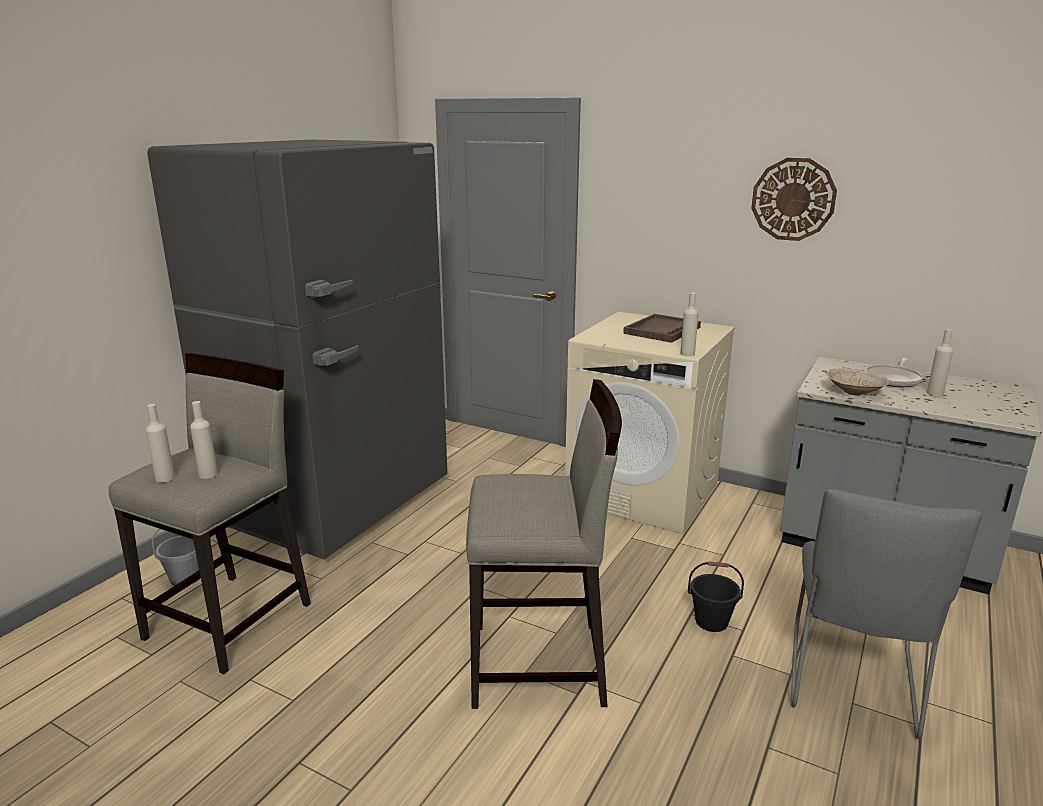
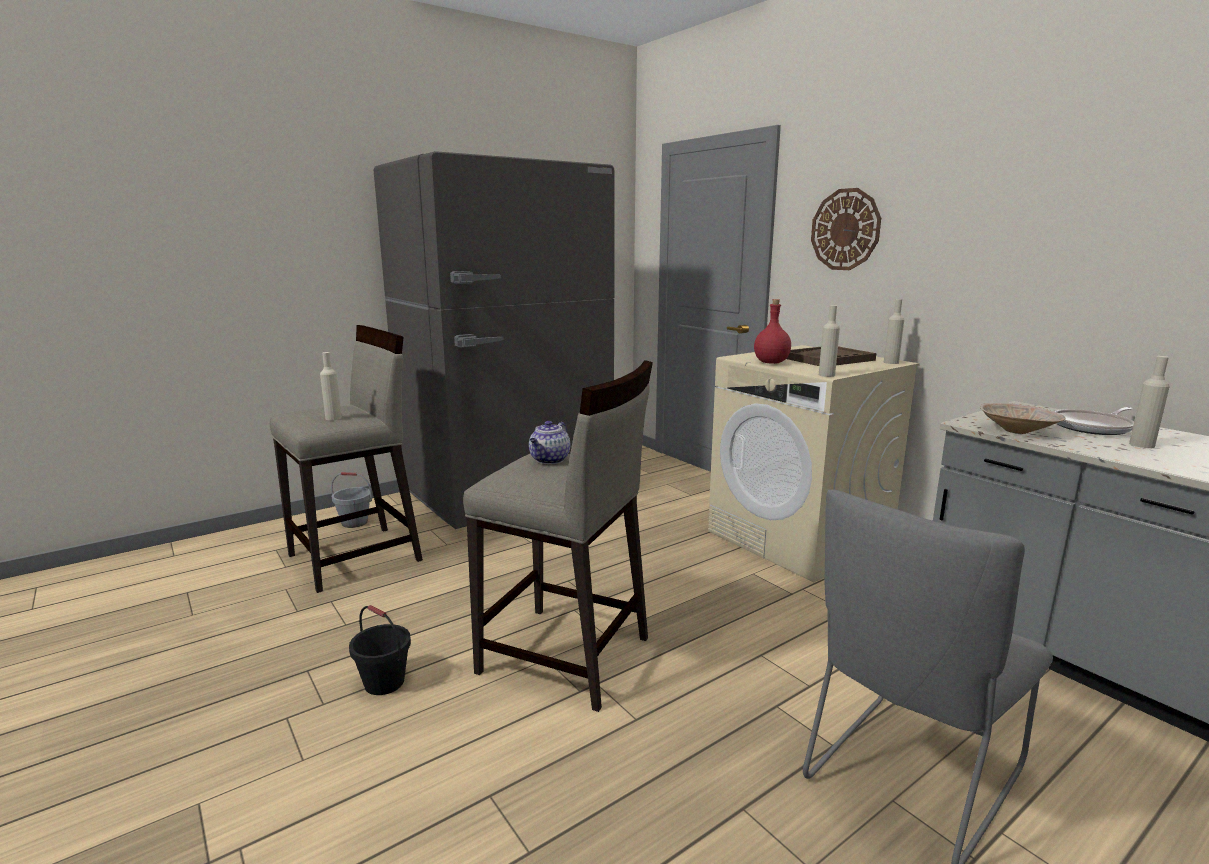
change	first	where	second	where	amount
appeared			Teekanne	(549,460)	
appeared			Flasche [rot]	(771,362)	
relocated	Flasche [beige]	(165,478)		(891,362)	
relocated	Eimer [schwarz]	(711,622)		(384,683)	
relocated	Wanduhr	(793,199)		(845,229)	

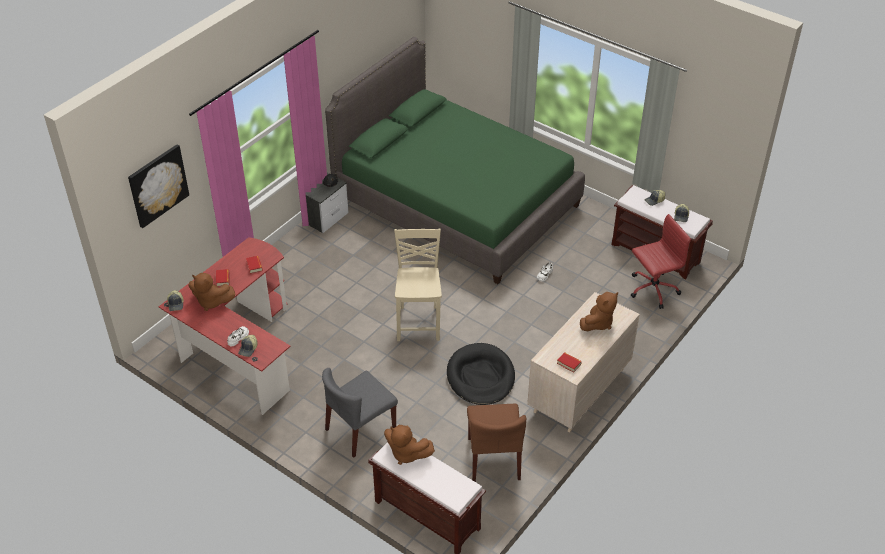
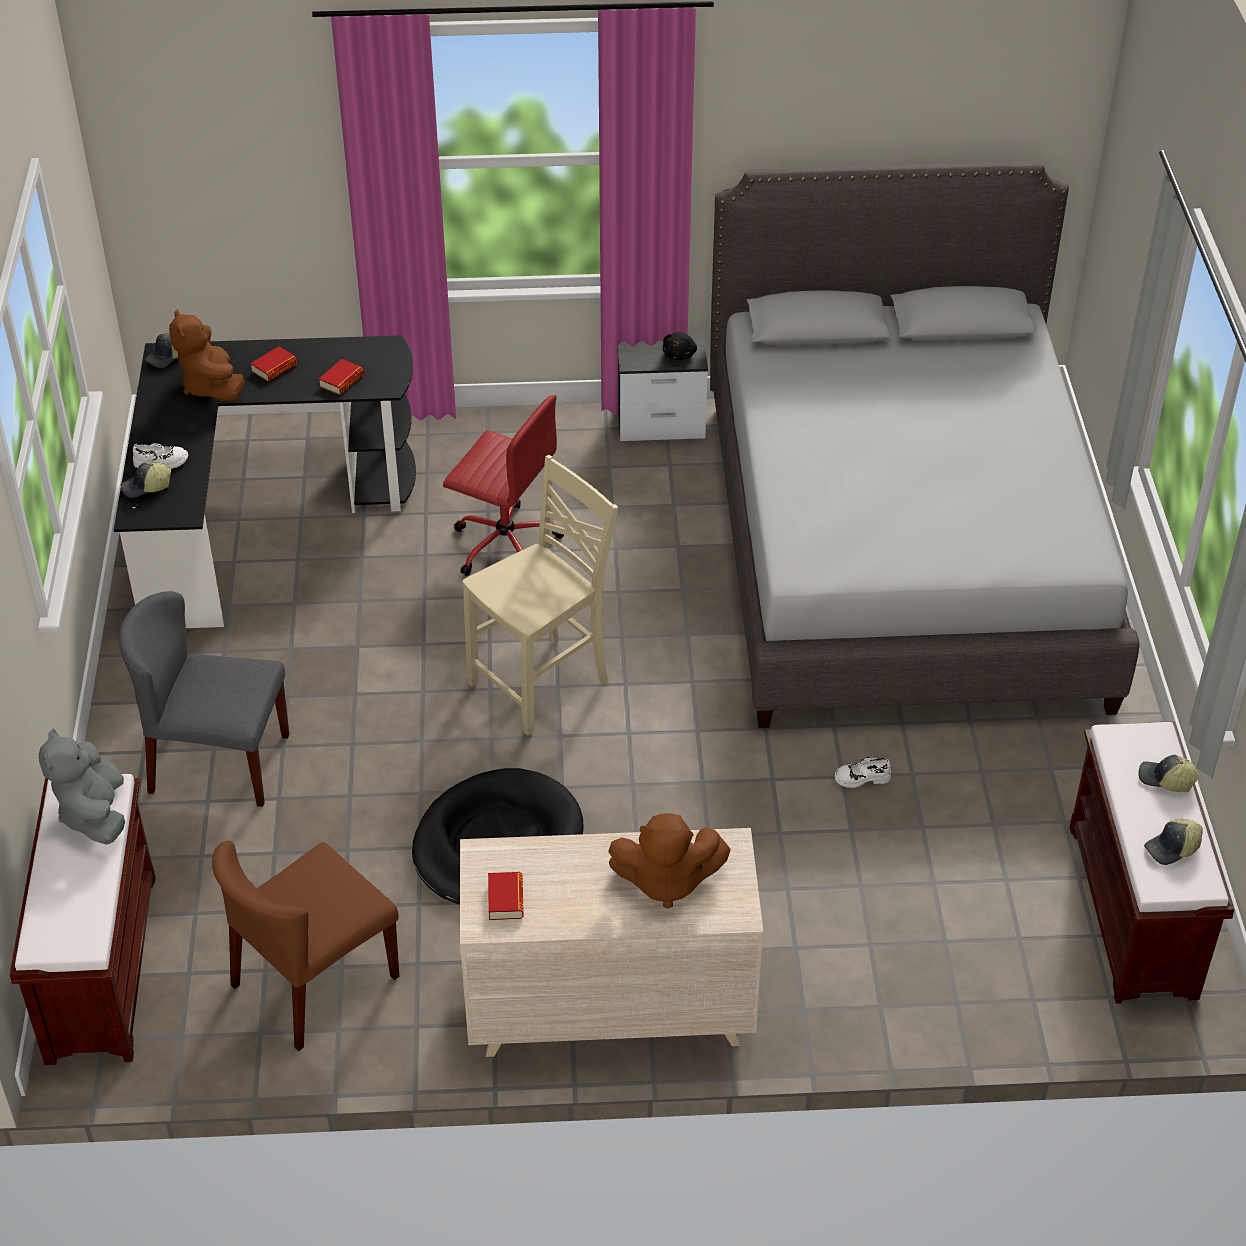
change	first	where	second	where	amount
missing	Bild	(158,185)			
relocated	Bürostuhl [rot]	(652,289)		(504,543)	
colour	Schreibtisch [rot]	(238,348)	Schreibtisch [schwarz]	(255,515)	
colour	Bett [grün]	(456,203)	Bett [grau]	(902,548)	
colour	Plüschtier [braun]	(406,453)	Plüschtier [grau]	(94,815)	

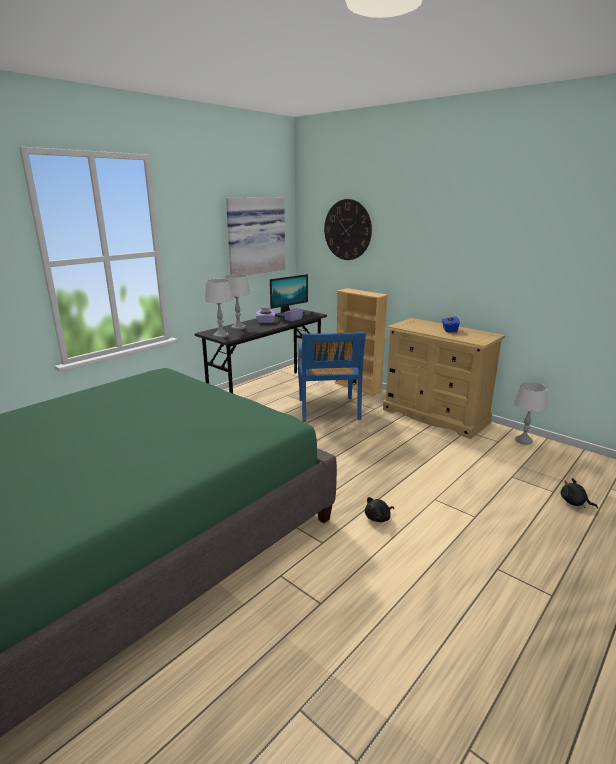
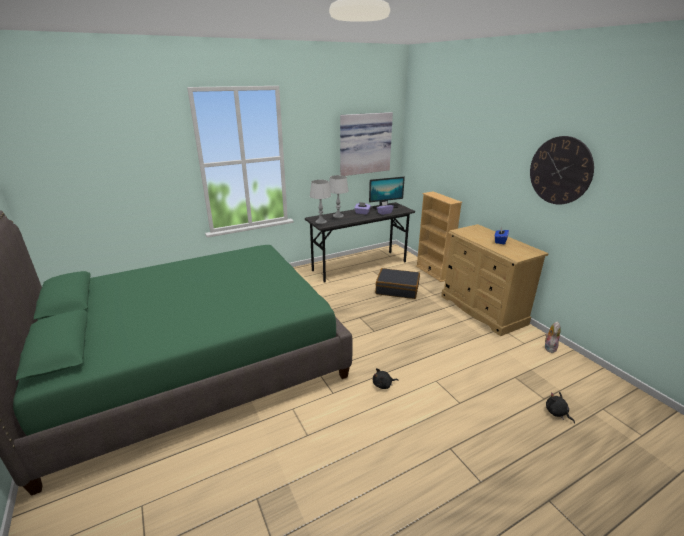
change	first	where	second	where	amount
relocated	Wanduhr	(347,230)		(560,170)	
exchanged	Stuhl [blau]	(328,410)	Koffer [schwarz]	(397,289)	
exchanged	Tischlampe [grau]	(524,440)	Plüschtier	(549,347)	

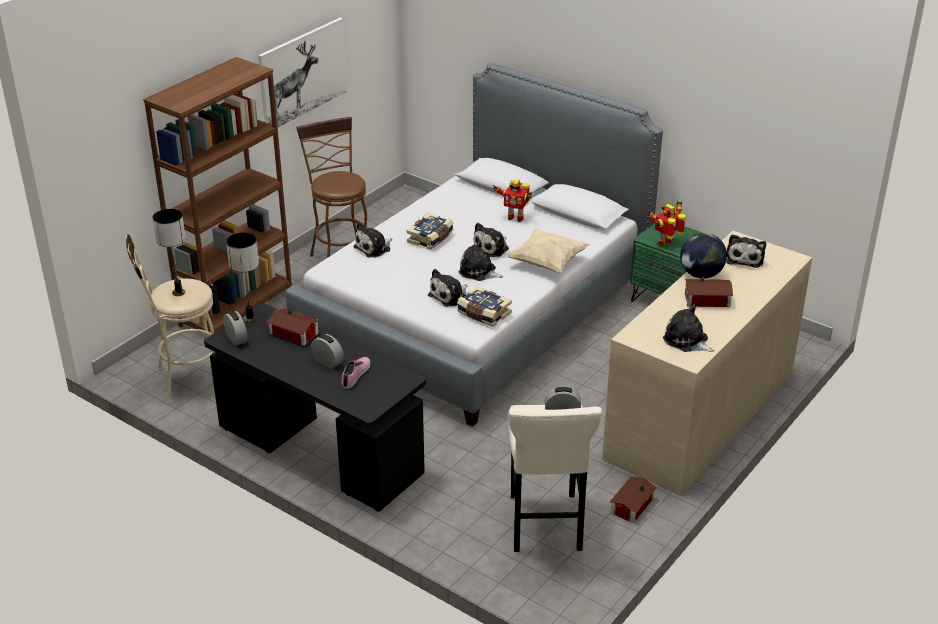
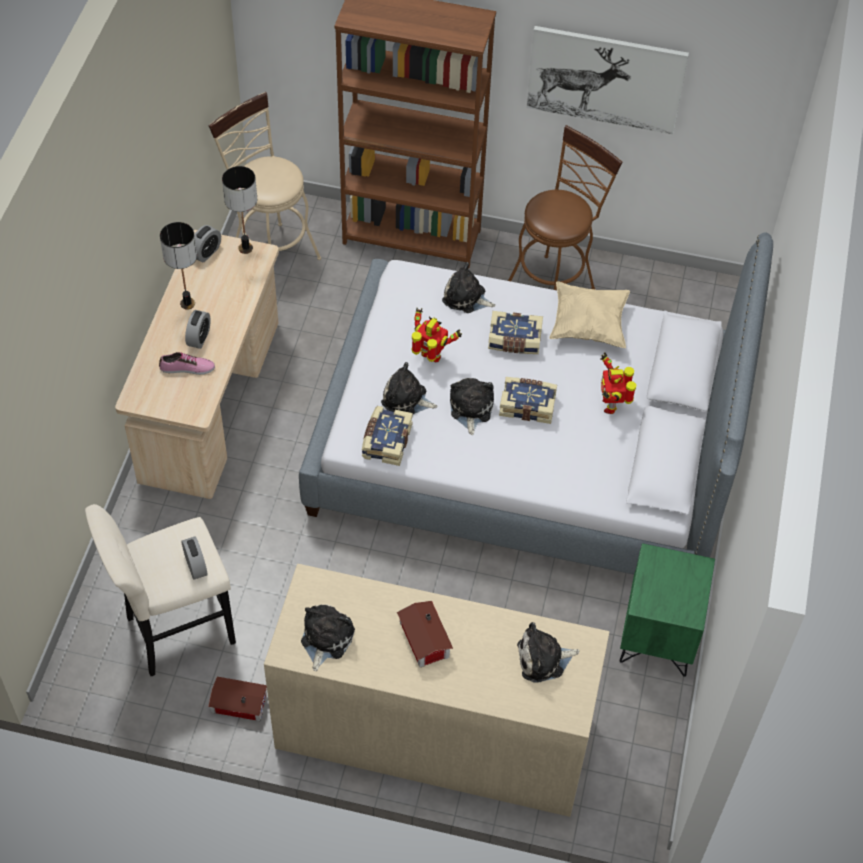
change	first	where	second	where	amount
missing	Spielzeughaus	(294,334)			
missing	Globus	(701,274)			
relocated	Tischlampe	(178,293)		(187,304)	
relocated	Kissen [beige]	(547,262)		(588,325)	
relocated	Spielzeugroboter	(666,243)		(430,357)	
exchanged	Plüschtier	(492,248)	Buch	(527,404)	
colour	Schreibtisch [schwarz]	(319,452)	Schreibtisch [beige]	(210,402)	

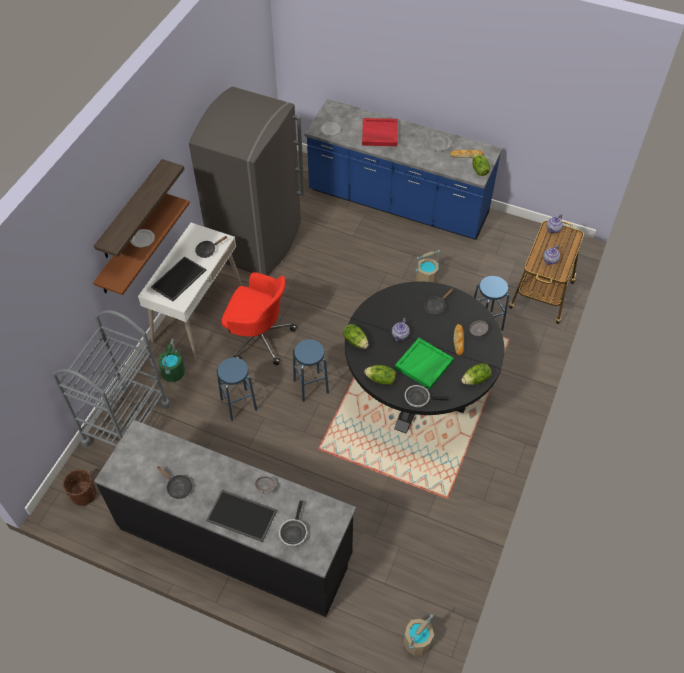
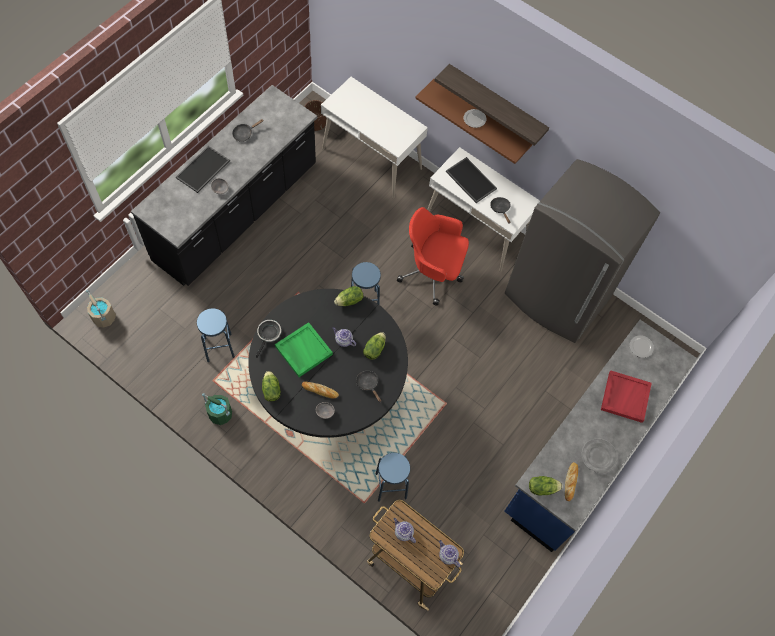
change	first	where	second	where	amount
missing	Pfanne	(293,532)			
missing	Eimer [beige]	(426,280)			
relocated	Eimer [grün]	(173,373)		(220,414)	
relocated	Hocker [blau]	(238,404)		(219,347)	
relocated	Salatkopf	(381,379)		(374,349)	
exchanged	Rollwagen [grau]	(126,423)	Schreibtisch [weiß]	(372,159)	
spun	Bürostuhl [rot]	(258,337)		(433,272)	75 degrees clockwise

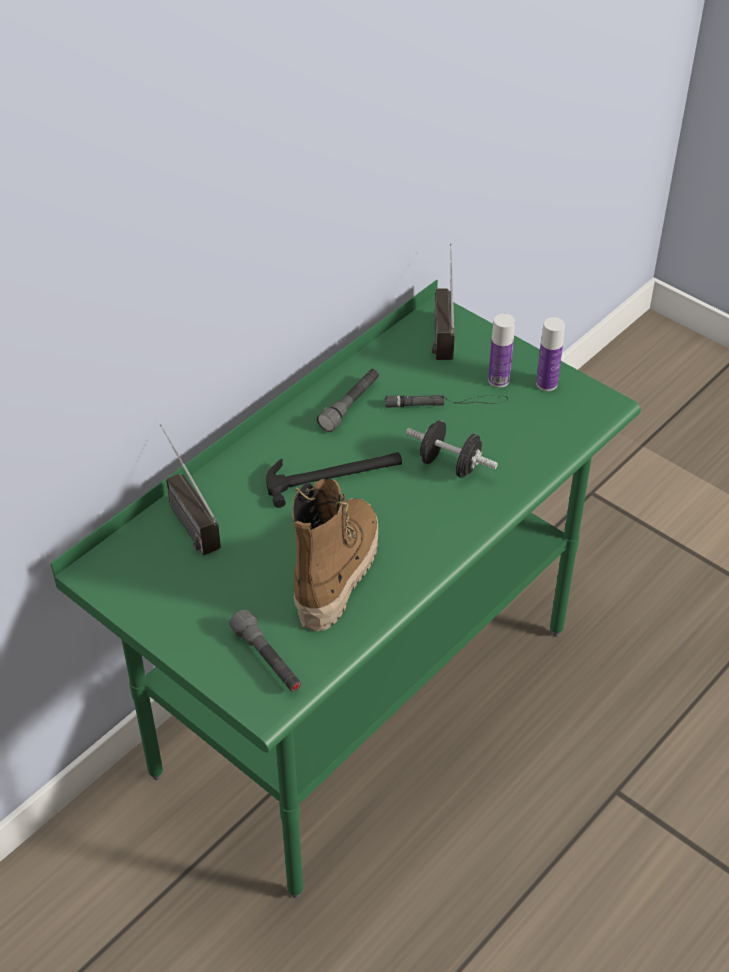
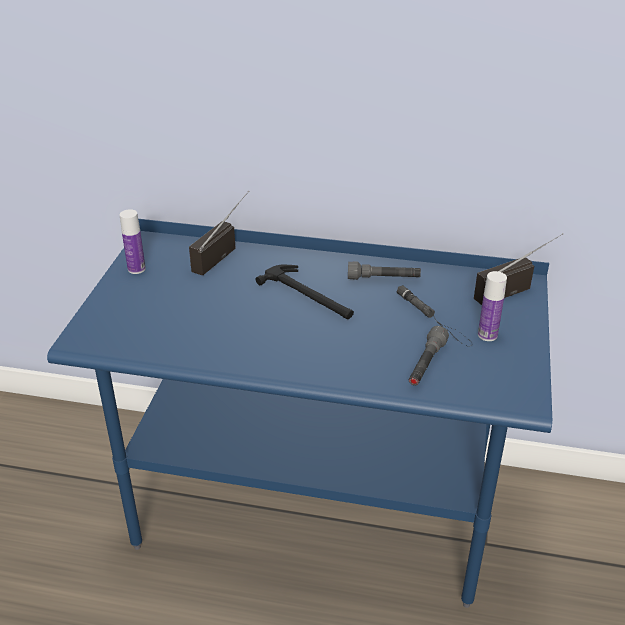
change	first	where	second	where	amount
missing	Stiefel	(335,574)			
missing	Hantel [schwarz]	(449,465)			
relocated	Taschenlampe [grau]	(267,659)		(426,364)	
relocated	Flasche	(546,383)		(136,269)	
colour	Schreibtisch [grün]	(363,701)	Schreibtisch [blau]	(312,512)	

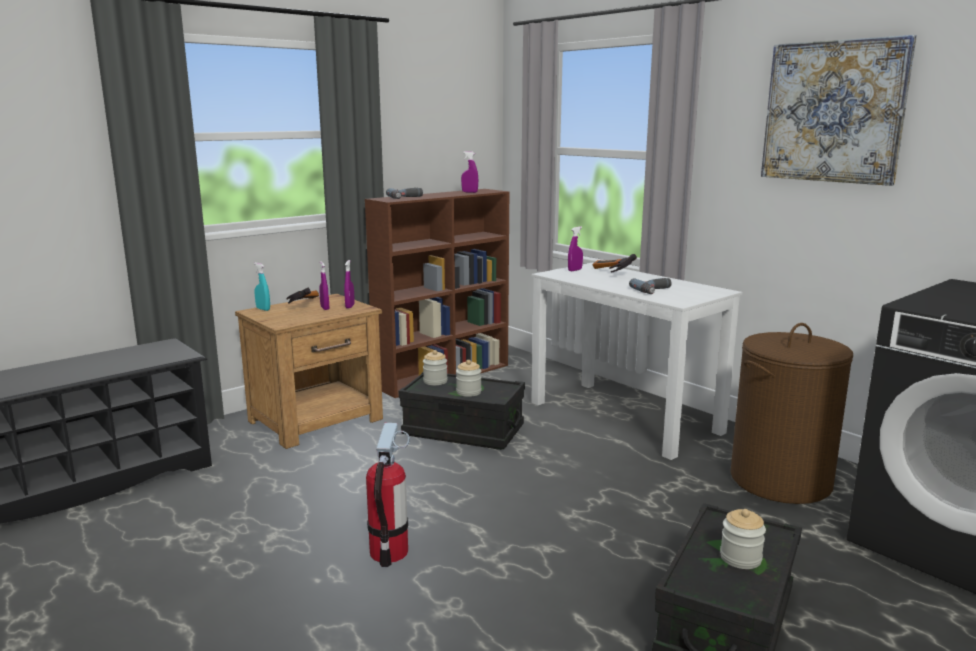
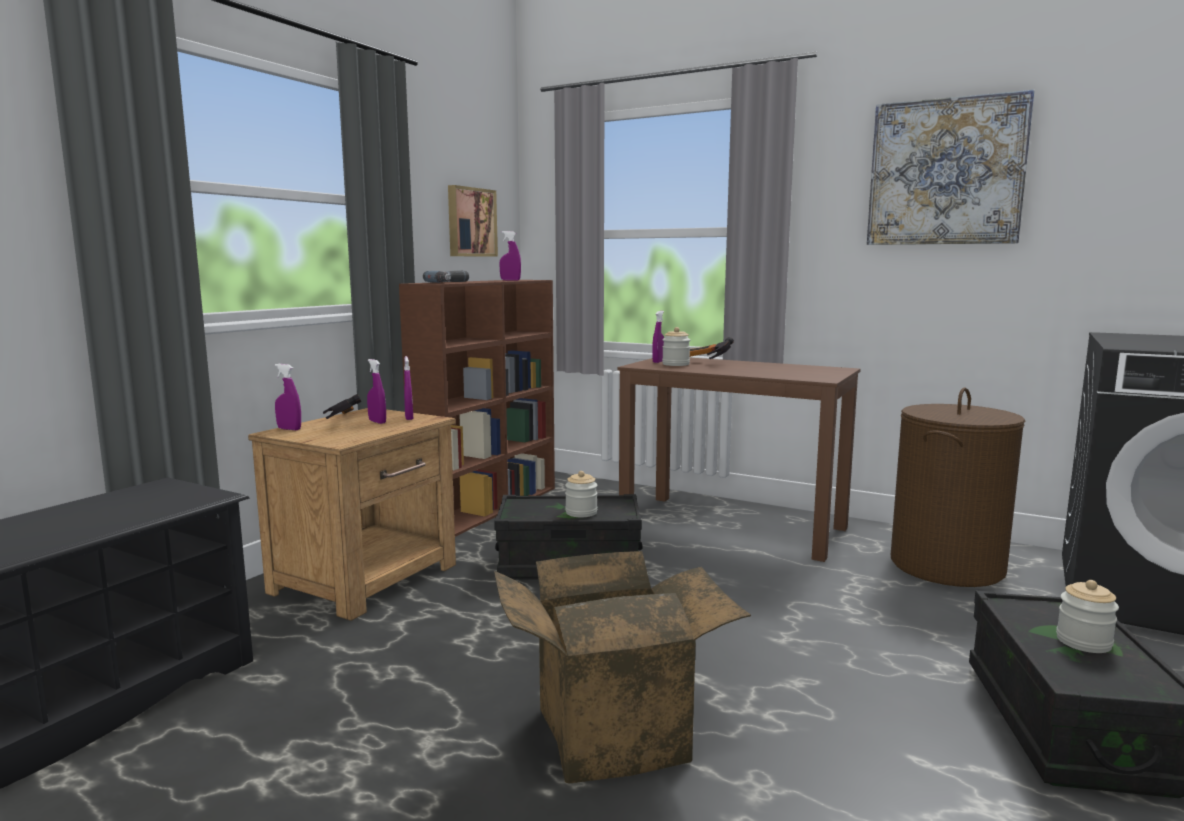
change	first	where	second	where	amount
missing	Bohrmaschine	(655,291)			
appeared			Bild	(470,222)	
relocated	Vorratsglas	(435,381)		(675,364)	
exchanged	Feuerlöscher	(389,552)	Karton	(613,729)	
colour	Sprühflasche [türkis]	(263,309)	Sprühflasche [lila]	(289,429)	
colour	Schreibtisch [weiß]	(624,417)	Schreibtisch [braun]	(733,525)	

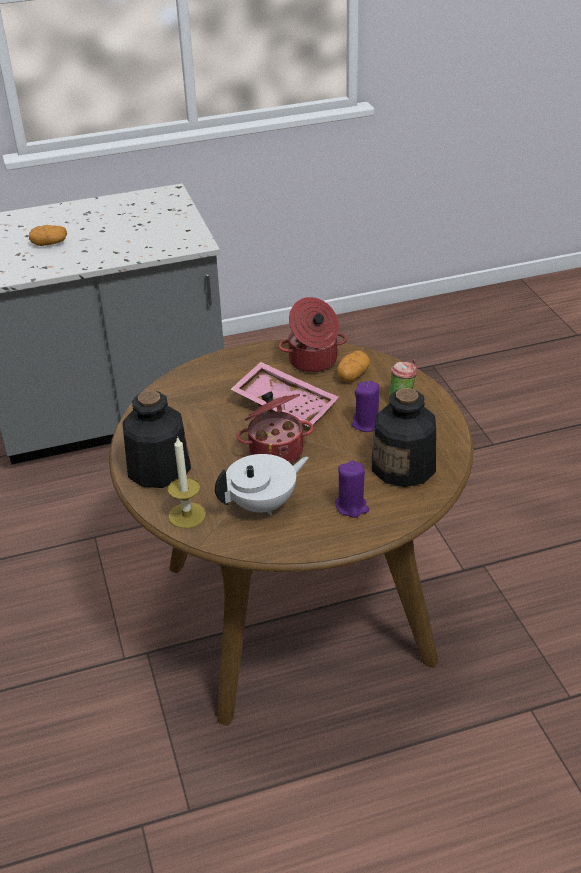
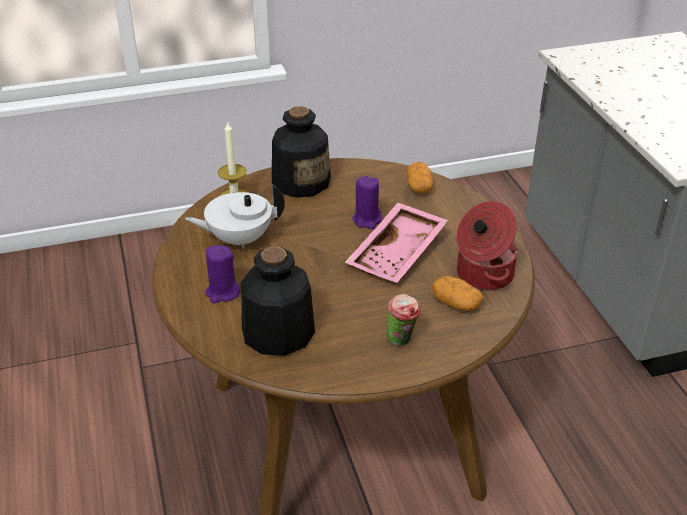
change	first	where	second	where	amount
missing	Kochtopf	(276,450)			
relocated	Kartoffel	(49,244)		(419,187)	
relocated	Kerze [lila]	(367,424)		(367,220)	
spun	Teekanne [weiß]	(263,504)		(239,239)	105 degrees clockwise

